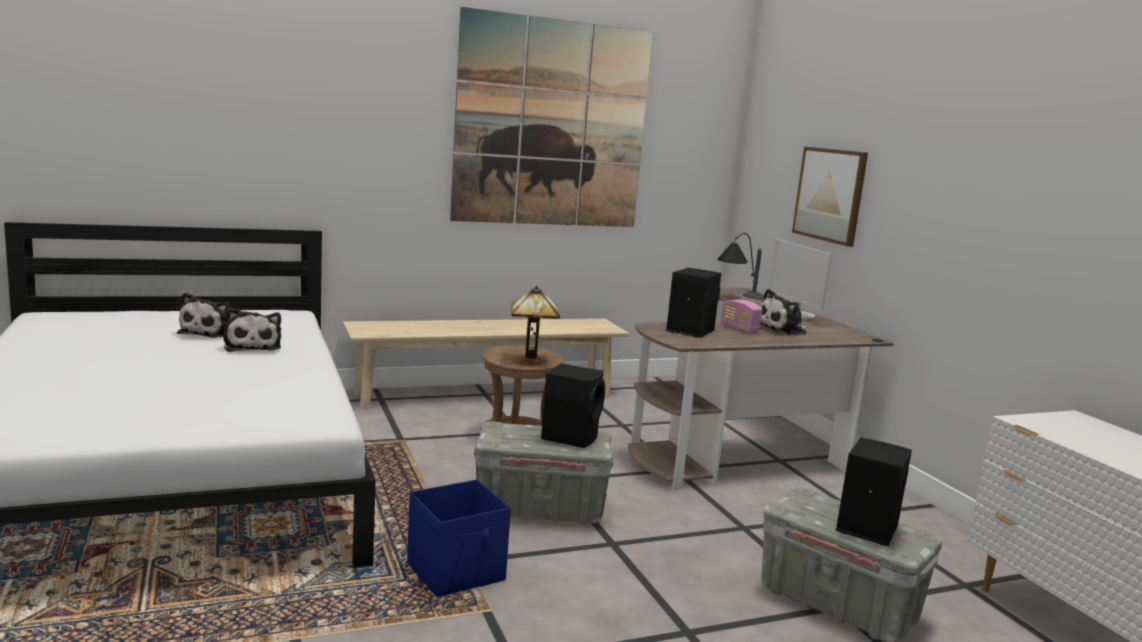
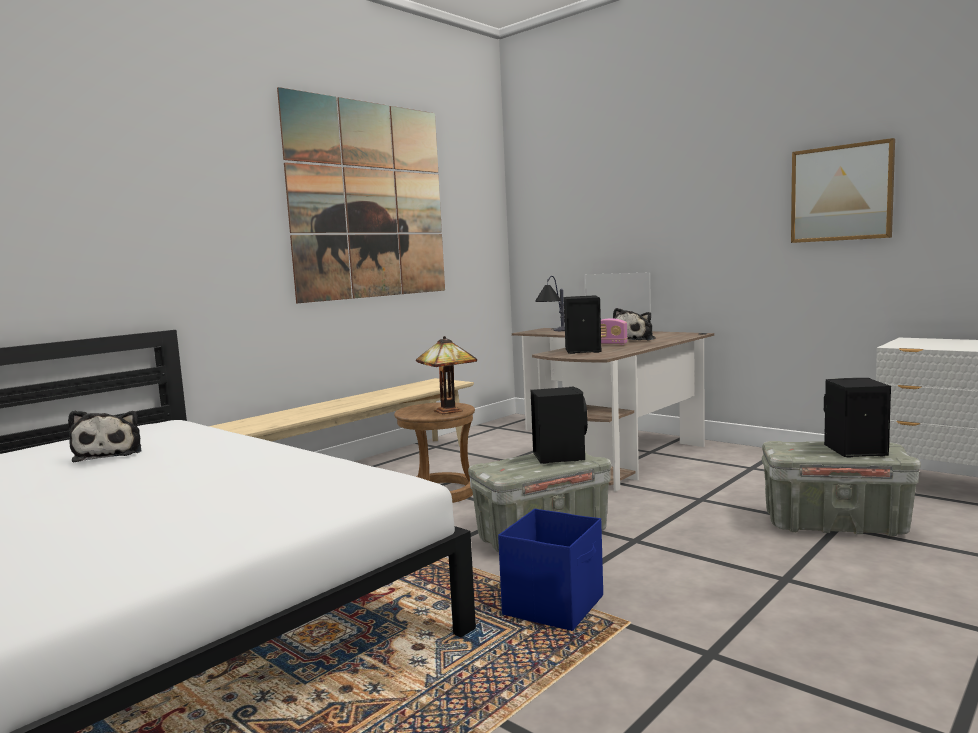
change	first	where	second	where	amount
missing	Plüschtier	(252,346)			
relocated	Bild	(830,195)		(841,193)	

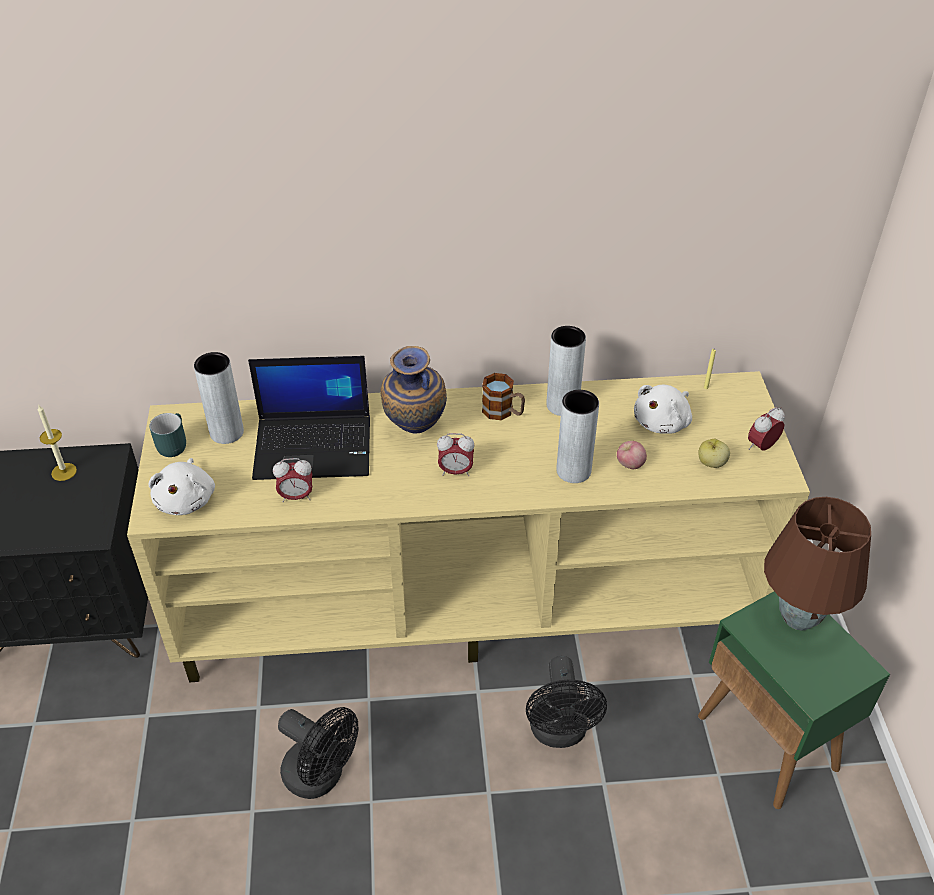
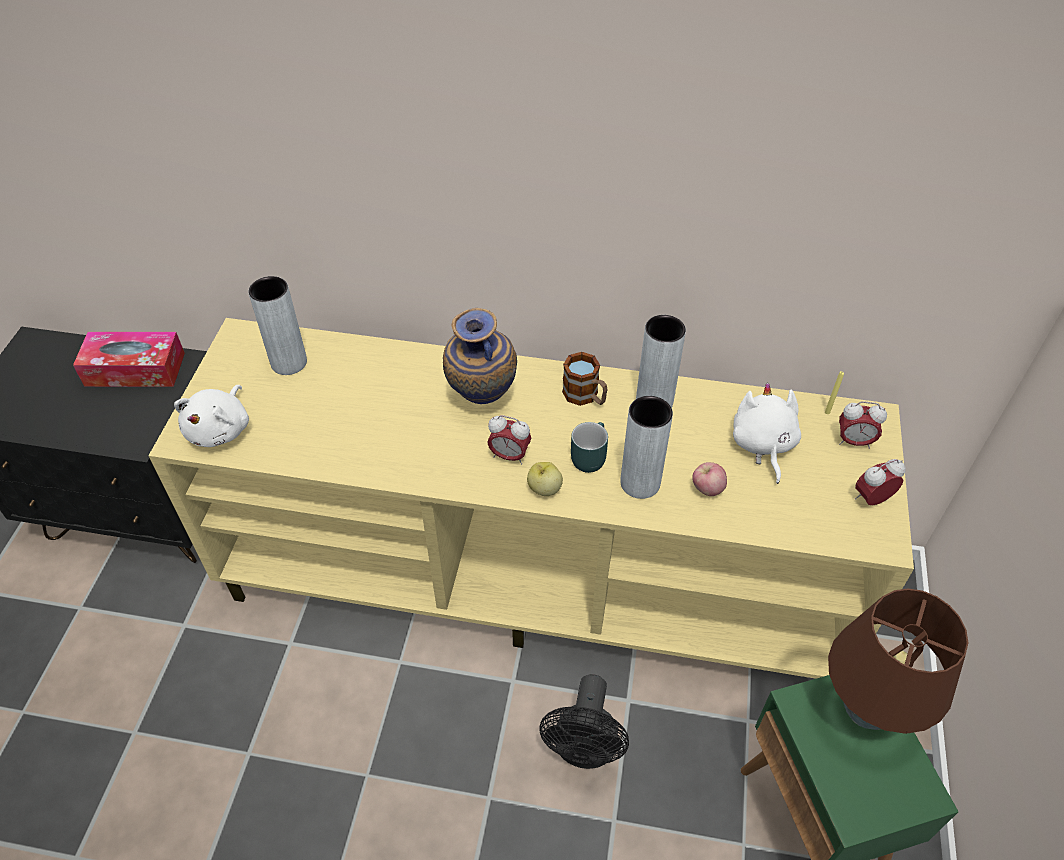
change	first	where	second	where	amount
missing	Laptop	(315,446)			
missing	Ventilator [schwarz]	(321,776)			
relocated	Henkelbecher [türkis]	(171,444)		(588,455)	
relocated	Wecker	(296,496)		(853,441)	
relocated	Apfel	(711,463)		(544,489)	
exchanged	Kerze	(64,472)	Taschentuchbox	(135,369)	
spun	Plüschtier [weiß]	(663,422)		(762,445)	120 degrees clockwise

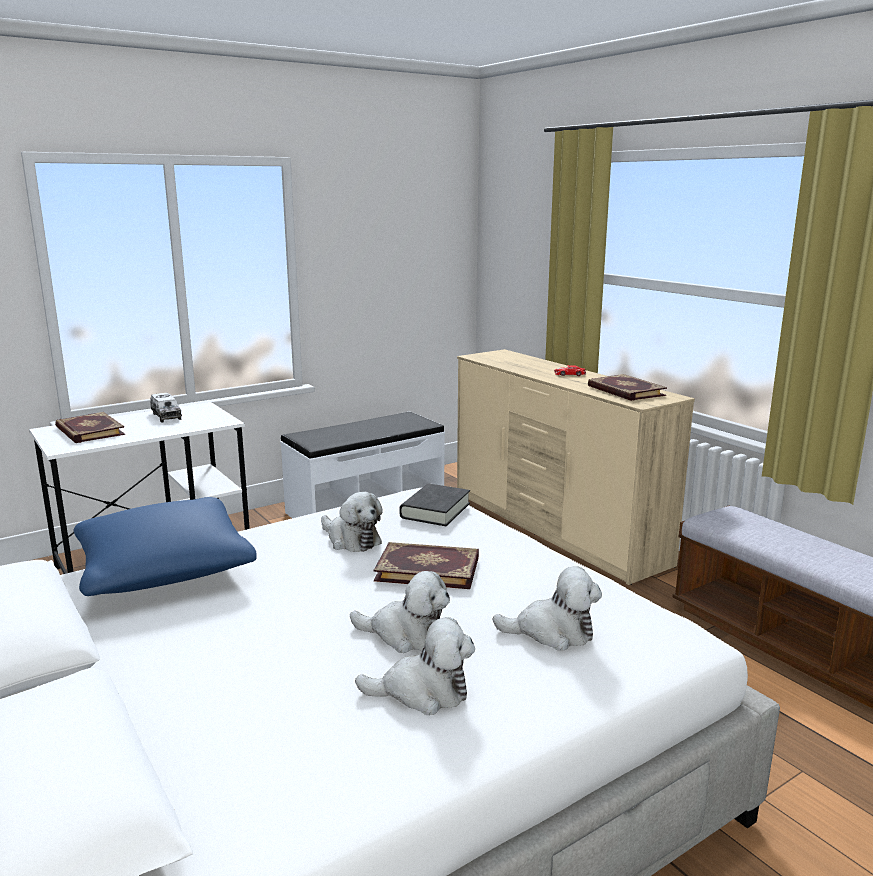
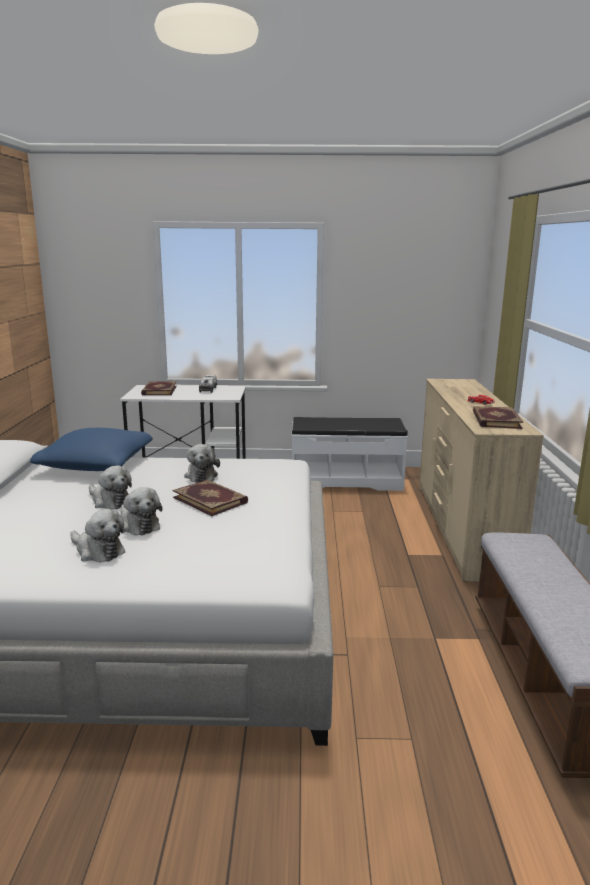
change	first	where	second	where	amount
missing	Buch [schwarz]	(435,510)			
relocated	Plüschtier	(552,632)		(110,501)	

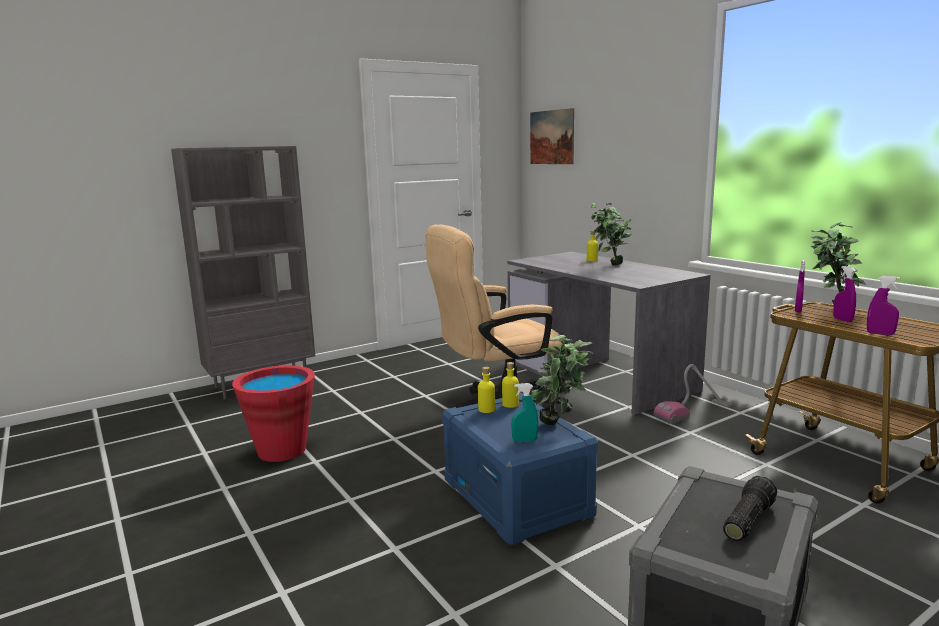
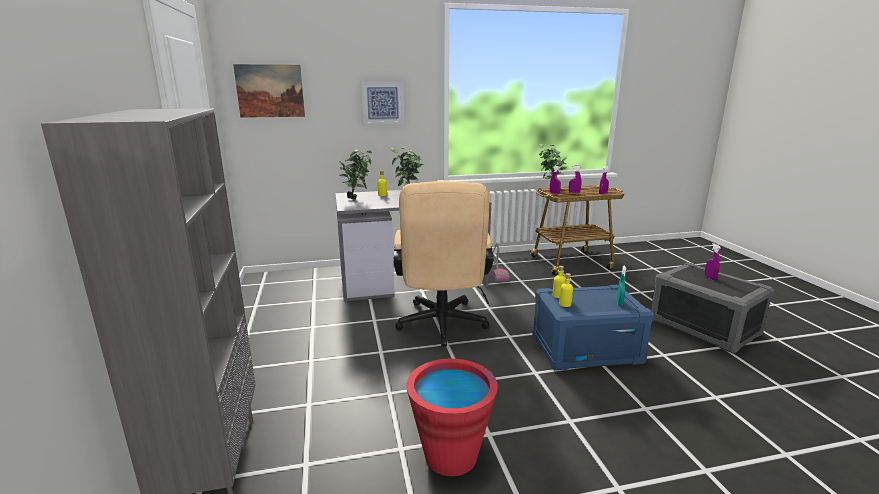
change	first	where	second	where	amount
appeared			Bild	(382,102)	
relocated	Topfpflanze	(560,425)		(357,198)	
exchanged	Taschenlampe	(746,519)	Sprühflasche [lila]	(710,278)	

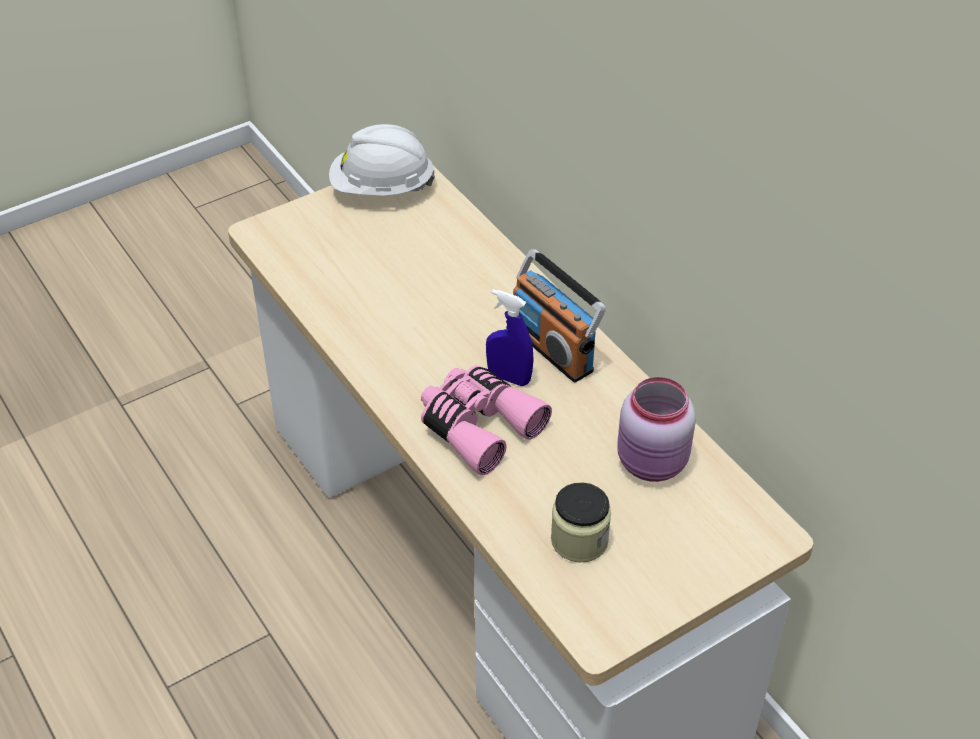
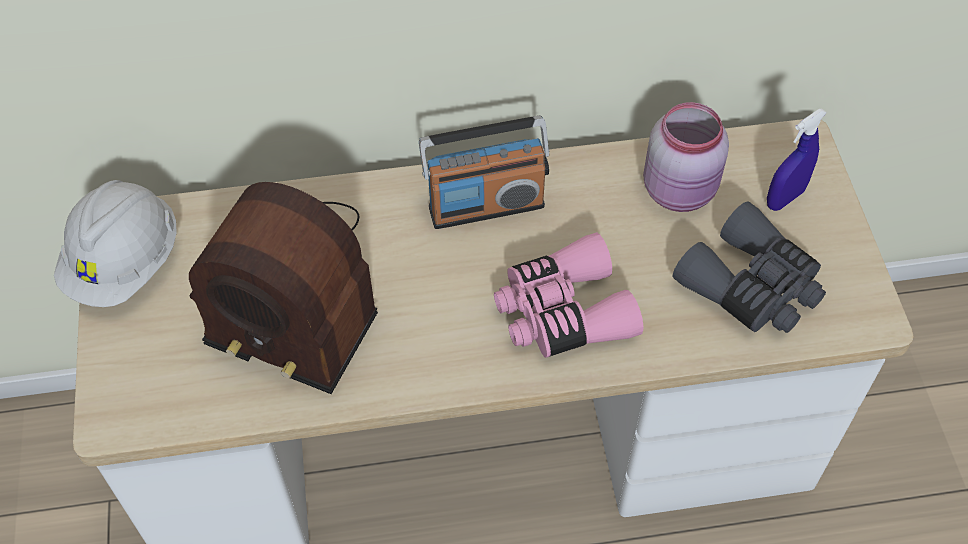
change	first	where	second	where	amount
appeared			Radio	(287,294)	
relocated	Sprühflasche [blau]	(509,378)		(785,198)	
exchanged	Vorratsglas	(579,540)	Fernglas [grau]	(752,286)	

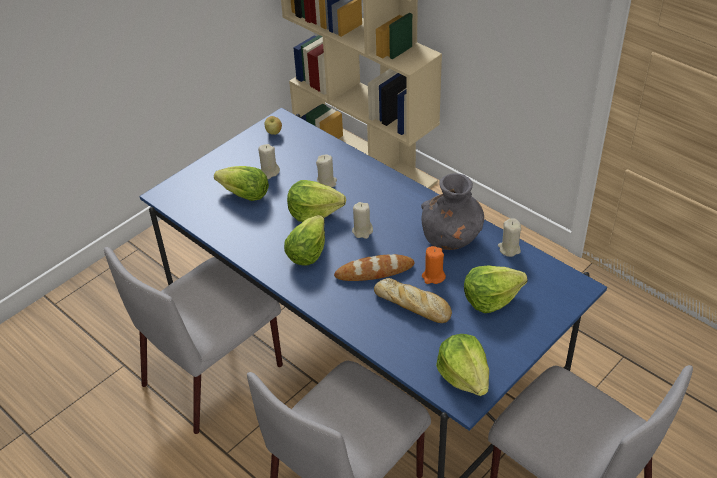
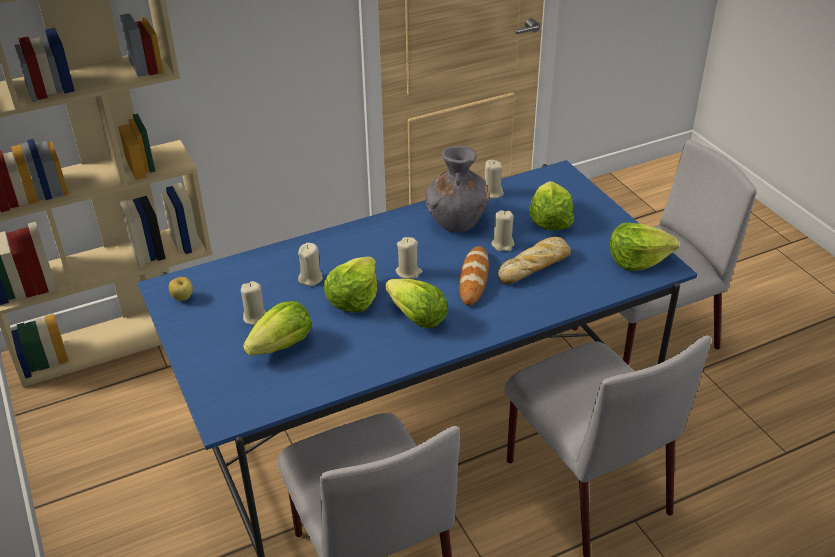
change	first	where	second	where	amount
colour	Kerze [orange]	(433,276)	Kerze [beige]	(503,244)	

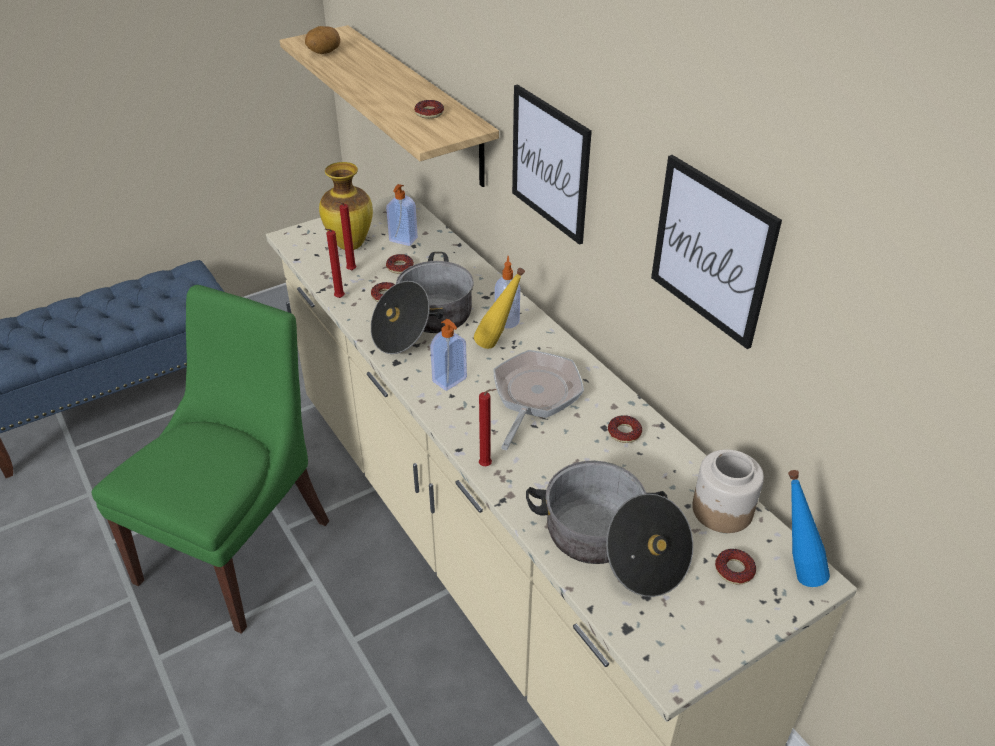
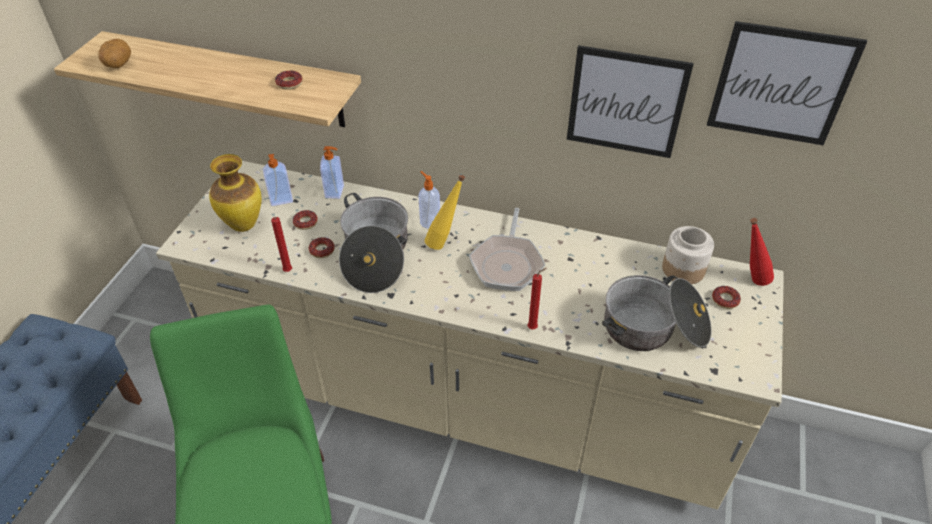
change	first	where	second	where	amount
missing	Kerze [rot]	(350,271)			
missing	Donut	(624,433)			
relocated	Seifenspender	(450,380)		(335,192)	
relocated	Bild	(550,164)		(781,84)	
colour	Flasche [blau]	(793,570)	Flasche [rot]	(749,280)	
spun	Pfanne	(534,396)		(507,263)	150 degrees counterclockwise

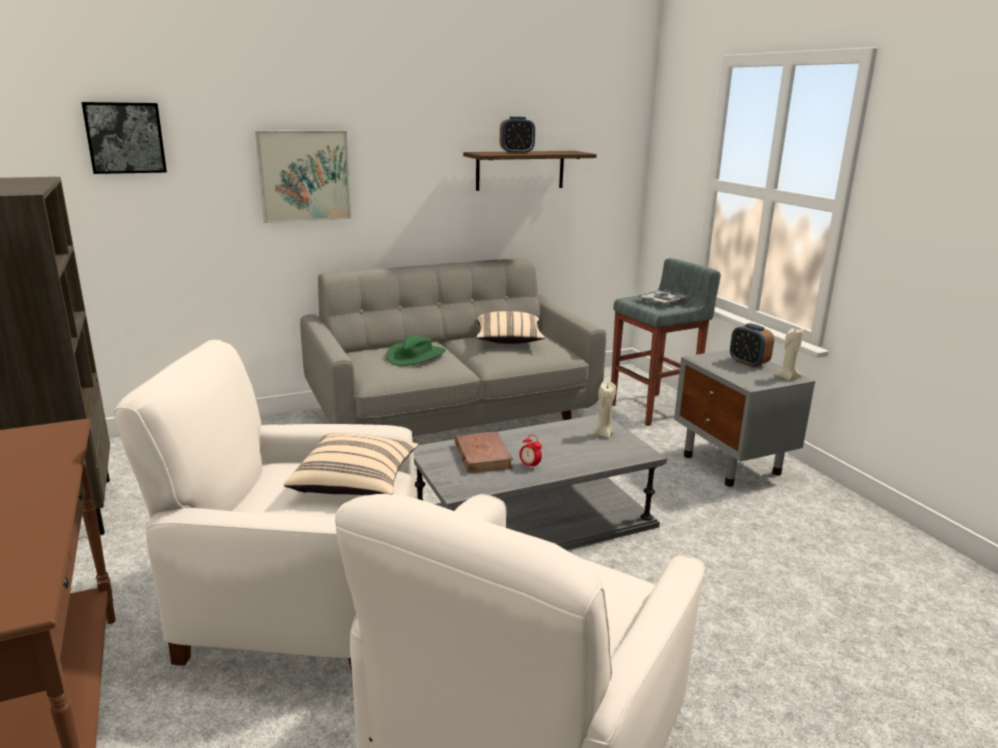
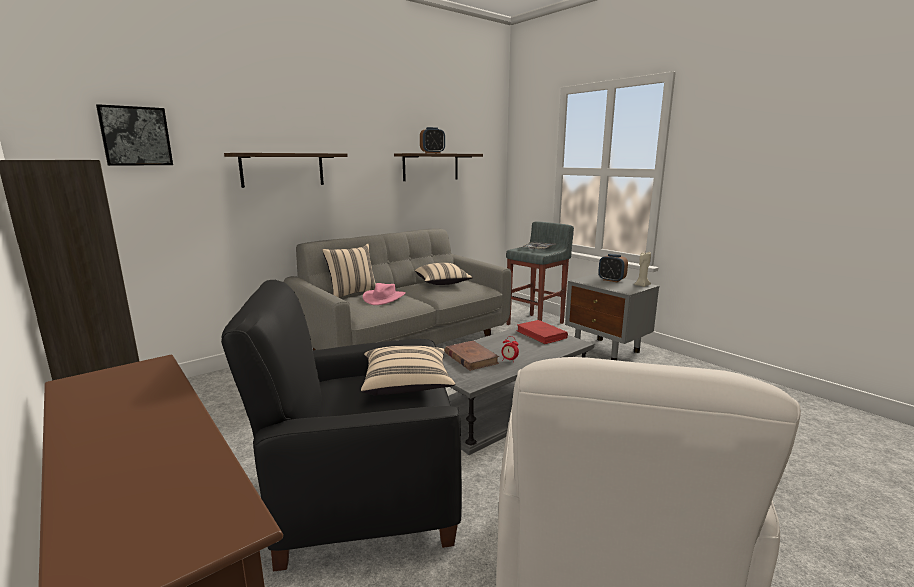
change	first	where	second	where	amount
appeared			Kissen [beige]	(352,294)	
exchanged	Bild	(304,176)	Wandregal	(282,169)	
exchanged	Kerze [beige]	(603,434)	Buch [rot]	(541,334)	
colour	Sessel [weiß]	(300,605)	Sessel [schwarz]	(363,496)	
colour	Hut [grün]	(416,356)	Hut [rosa]	(384,298)	

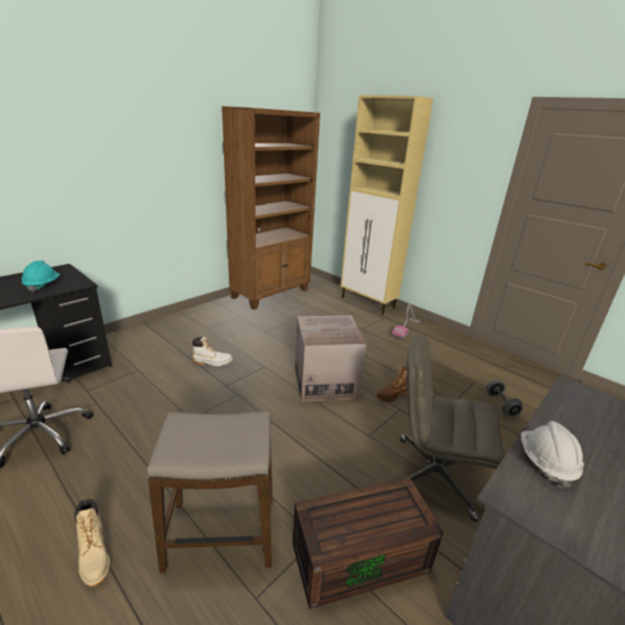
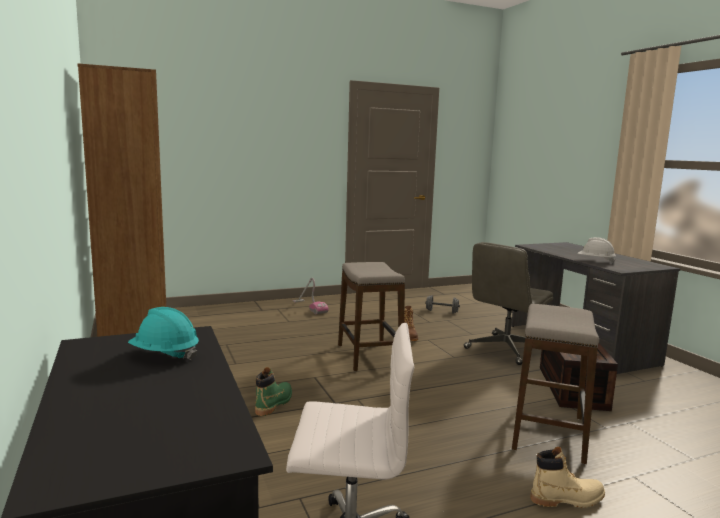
change	first	where	second	where	amount
missing	Schrank [beige]	(368,303)			
exchanged	Karton	(325,382)	Hocker	(369,356)	
colour	Stiefel [weiß]	(212,362)	Stiefel [grün]	(274,403)	

